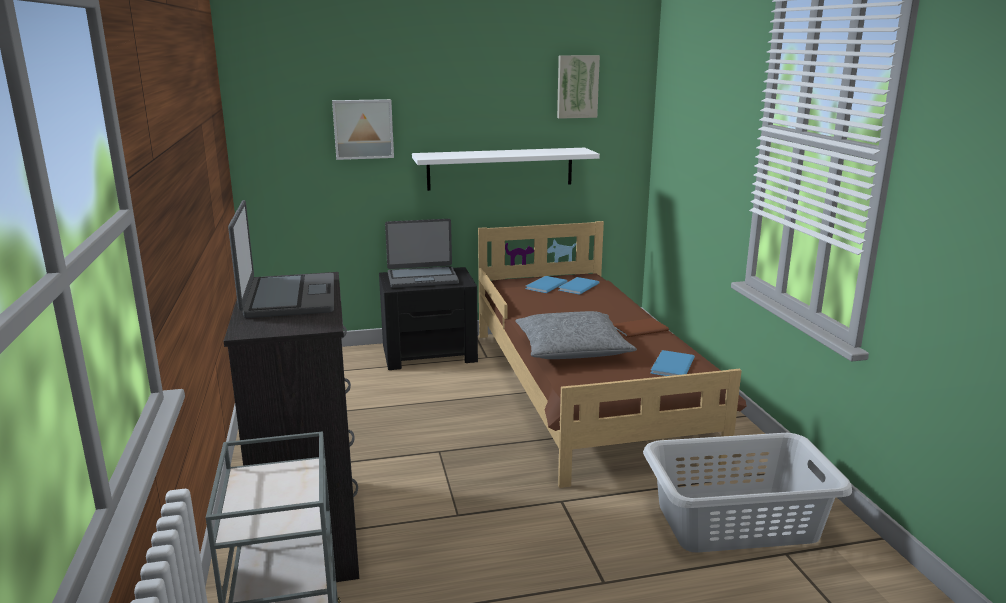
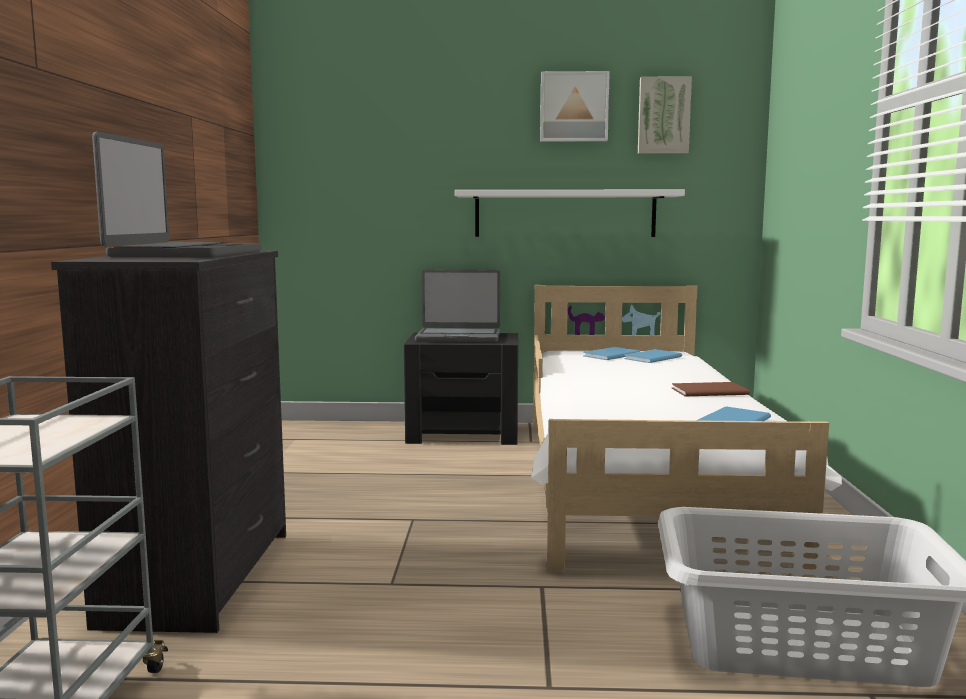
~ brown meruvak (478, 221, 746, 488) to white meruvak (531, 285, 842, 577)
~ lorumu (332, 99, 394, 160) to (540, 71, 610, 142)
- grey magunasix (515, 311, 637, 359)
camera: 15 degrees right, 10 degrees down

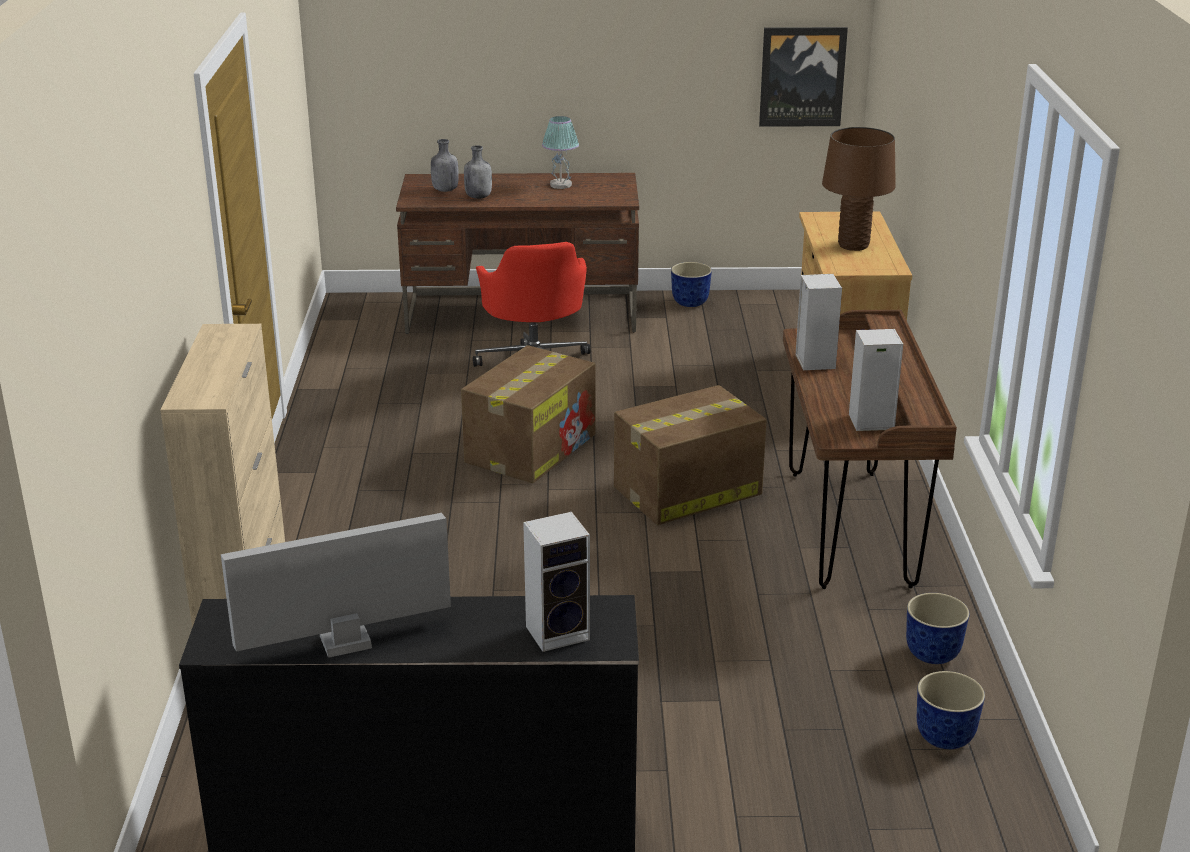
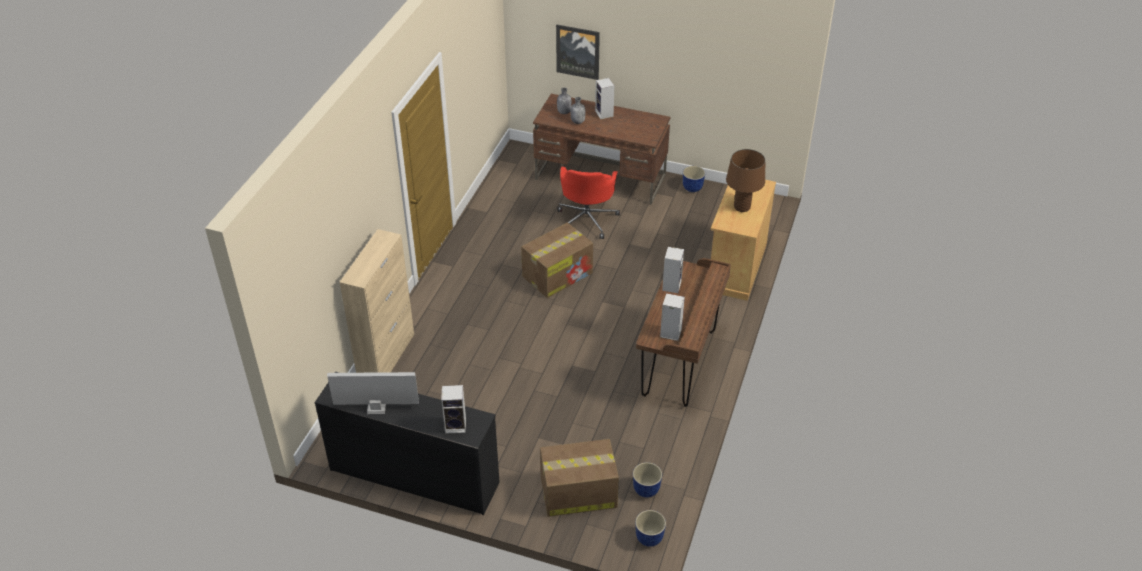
~ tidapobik (614, 385, 767, 525) to (540, 439, 619, 517)
~ lorumu (759, 27, 848, 127) to (556, 25, 600, 80)
+ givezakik (595, 78, 614, 119)
~ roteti (906, 593, 969, 664) to (635, 510, 666, 547)
- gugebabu (542, 116, 579, 189)
camera: 20 degrees right, 15 degrees up

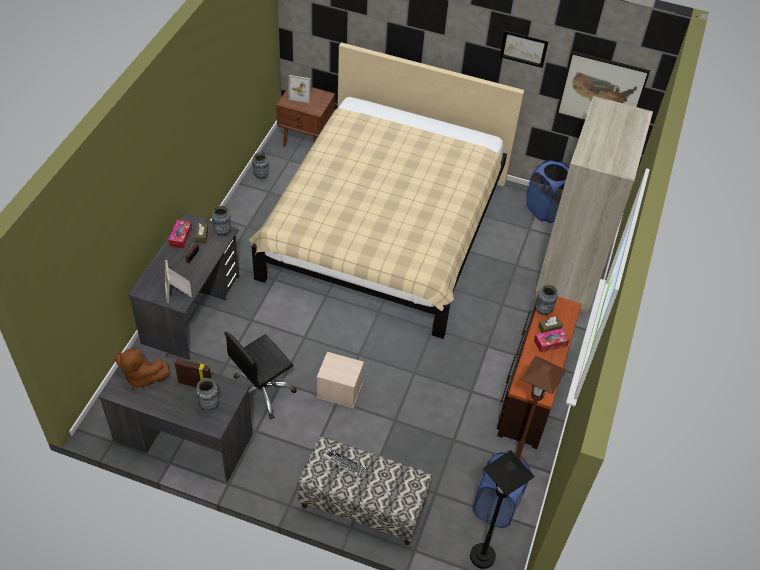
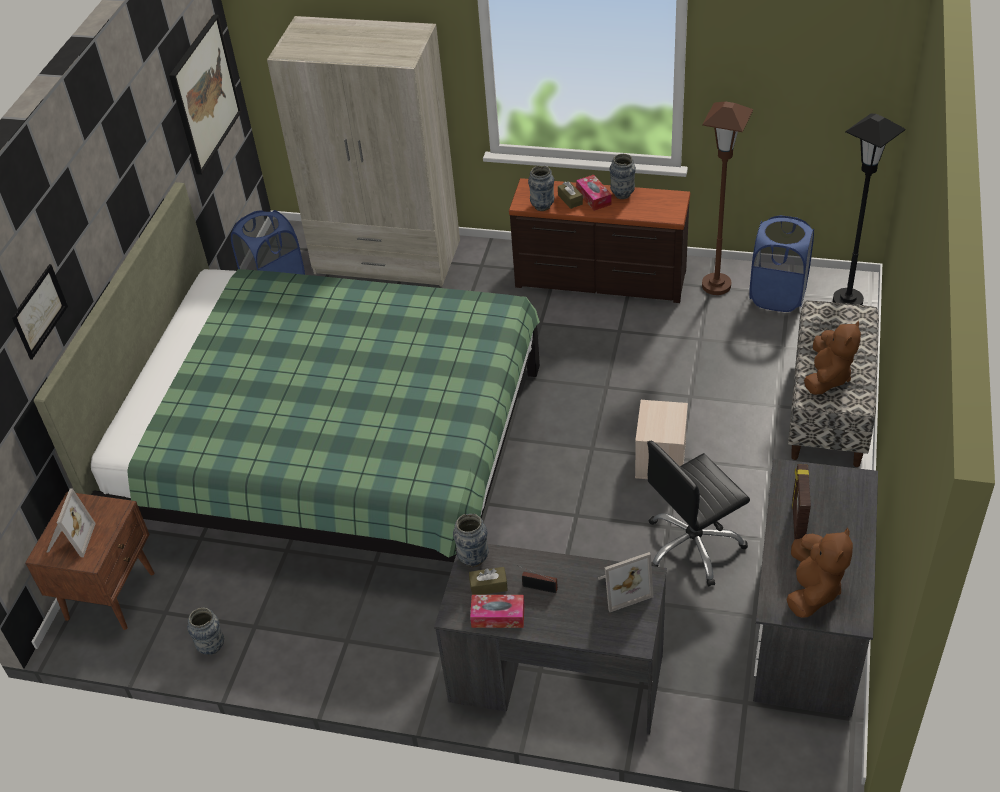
~ lorumu (500, 31, 549, 68) to (12, 264, 68, 360)
~ beige meruvak (249, 42, 524, 339) to green meruvak (34, 182, 540, 562)
~ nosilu (196, 378, 219, 410) to (610, 154, 636, 199)
~ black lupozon (224, 332, 296, 419) = (647, 441, 750, 587) 105 degrees clockwise
~ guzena (322, 448, 366, 477) to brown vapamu (804, 321, 861, 395)
camera: 90 degrees left, 5 degrees down

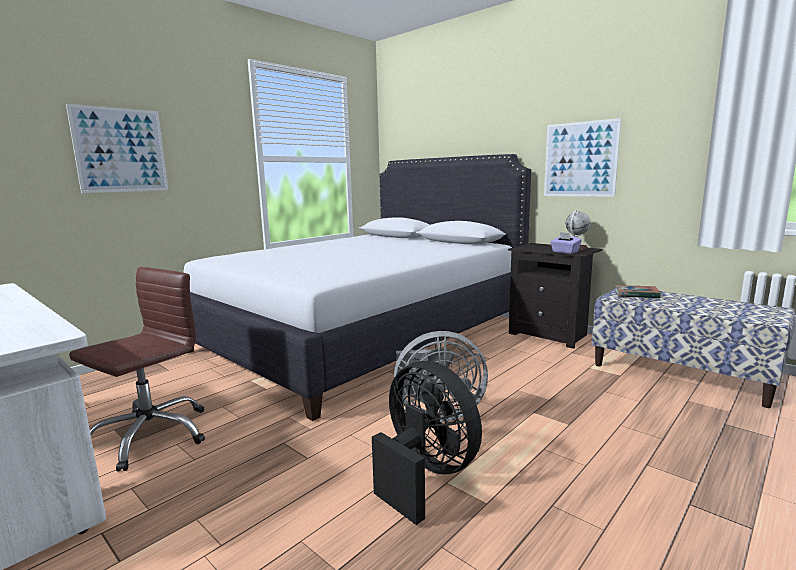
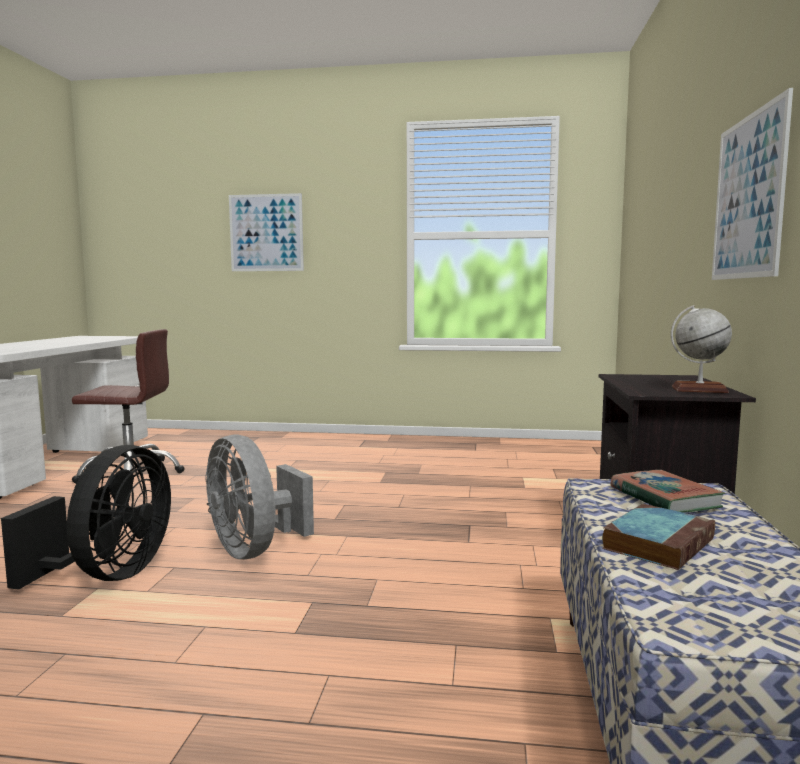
+ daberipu (602, 504, 715, 570)
- white meruvak (183, 154, 531, 421)
- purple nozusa (550, 232, 582, 254)
camera: 55 degrees right, 5 degrees down

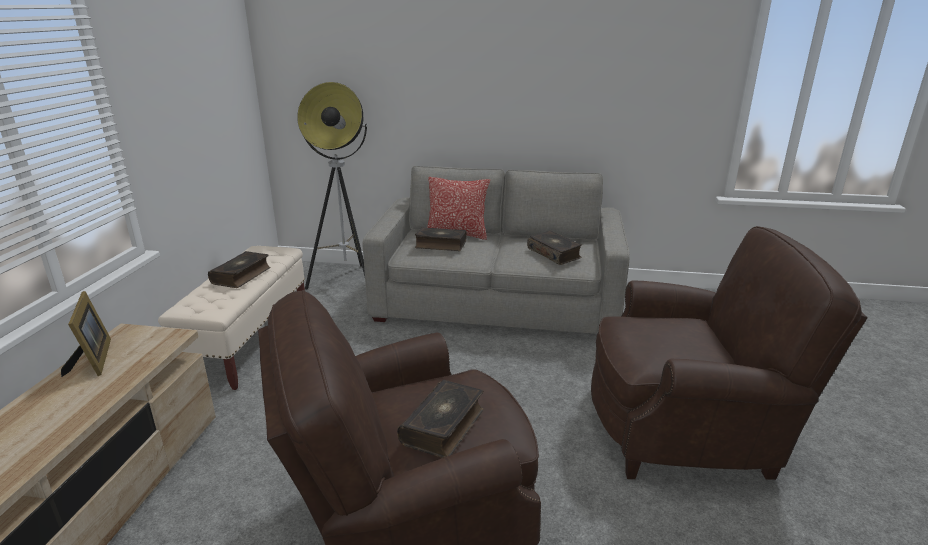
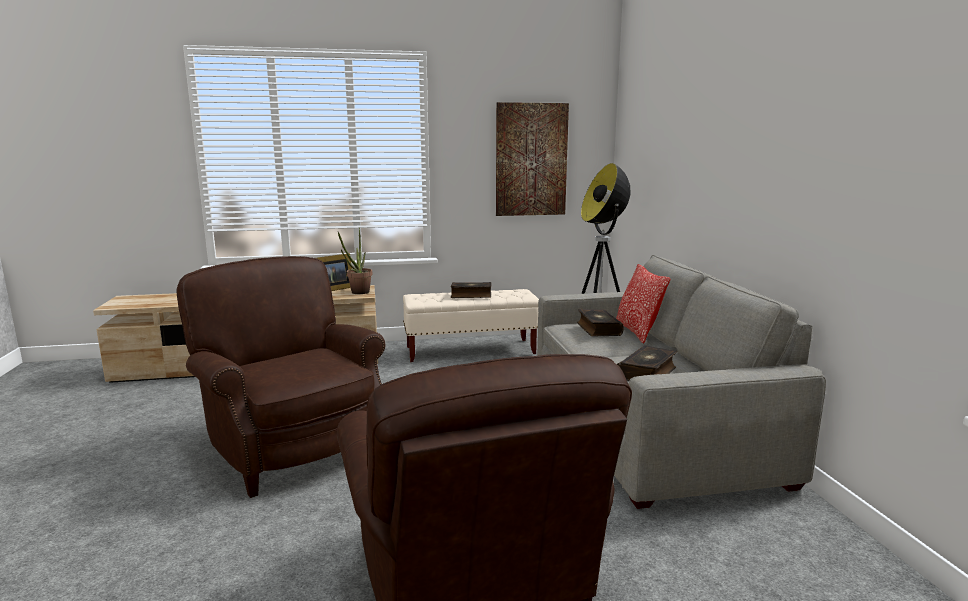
+ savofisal (338, 227, 373, 294)
+ lorumu (496, 102, 569, 216)
- daberipu (397, 380, 484, 458)
camera: 70 degrees right, 10 degrees down

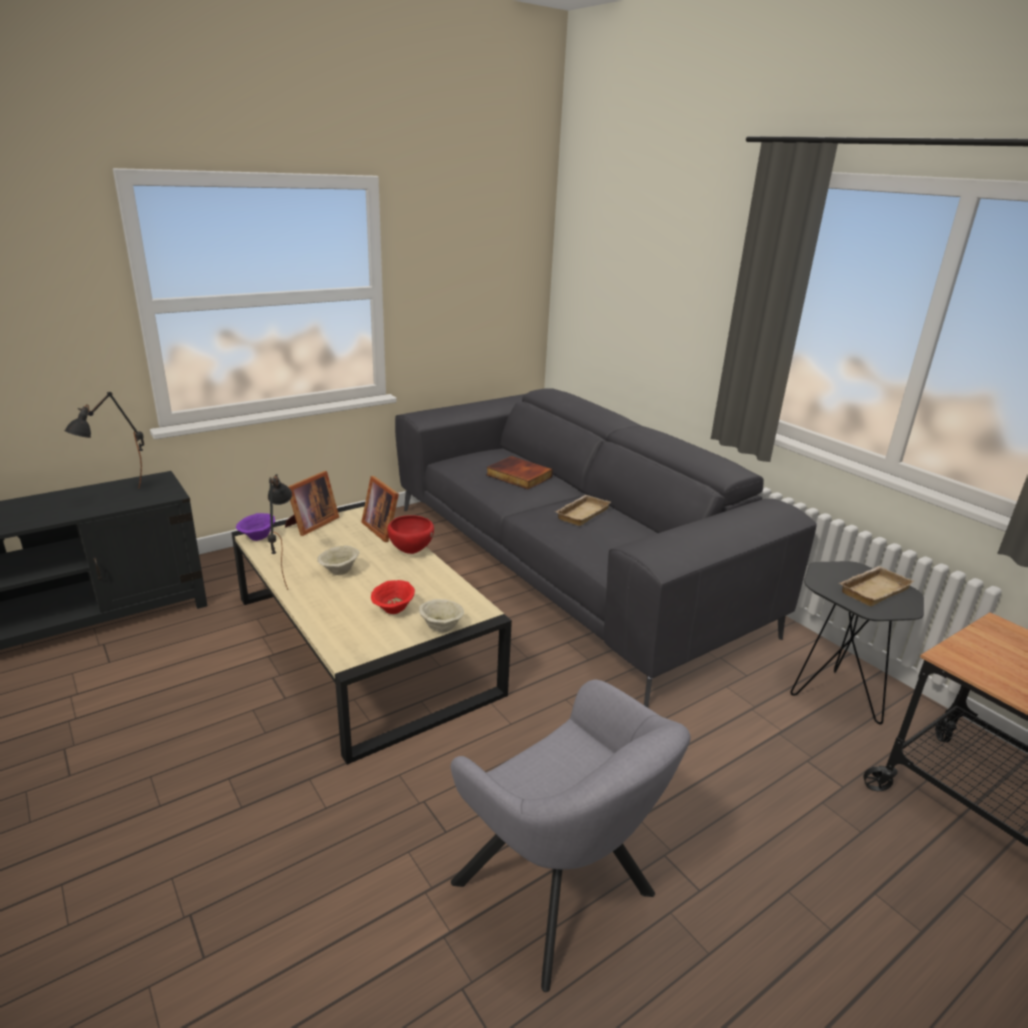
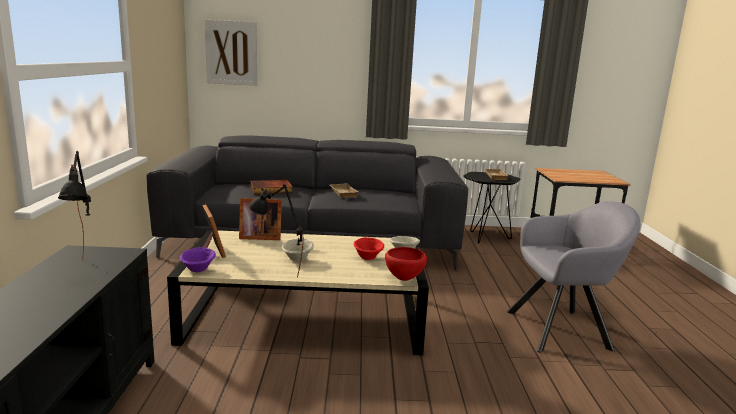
+ lorumu (205, 20, 257, 86)
~ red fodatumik (387, 515, 434, 554) to (385, 247, 427, 281)
camera: 55 degrees left, 10 degrees down

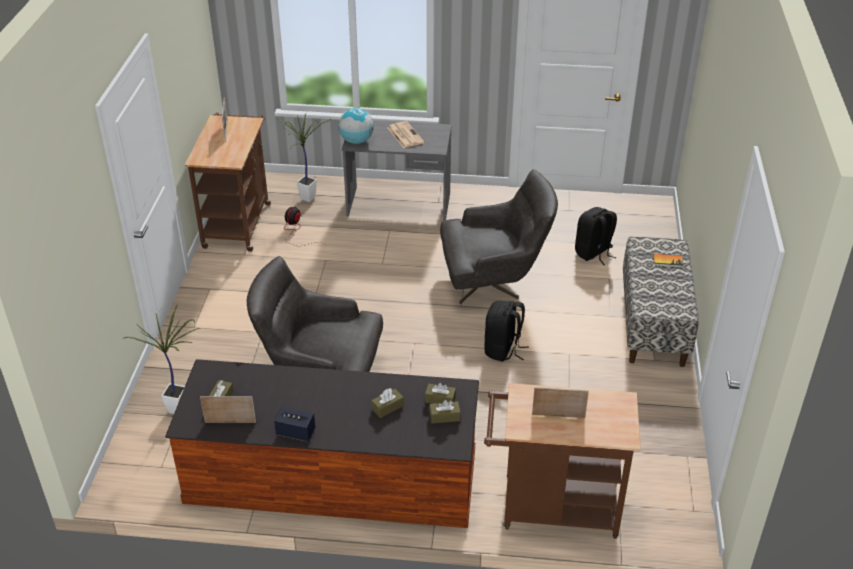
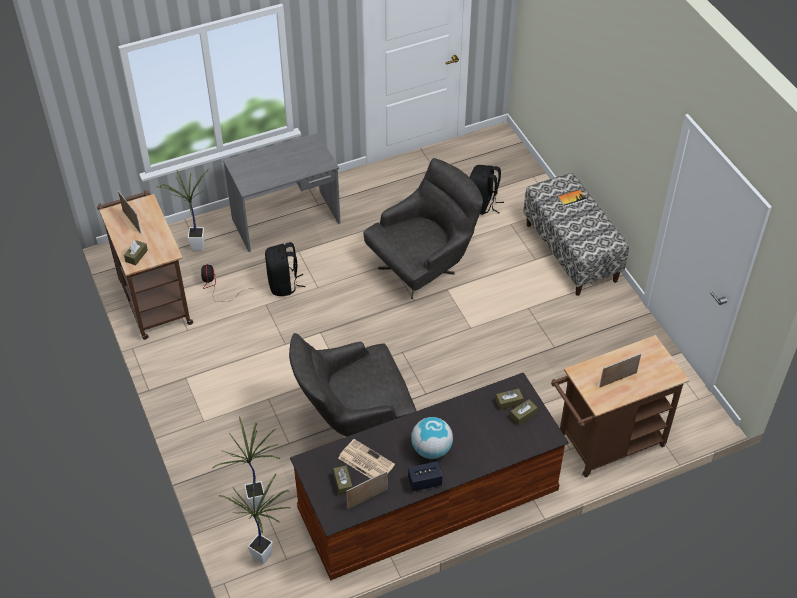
~ brown nozusa (371, 388, 404, 418) to (124, 240, 148, 266)
+ savofisal (219, 474, 290, 565)
~ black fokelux (484, 301, 529, 362) to (265, 242, 305, 296)
~ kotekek (387, 121, 424, 148) to (338, 439, 395, 479)
~ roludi (338, 108, 374, 144) to (411, 417, 453, 459)
camera: 30 degrees left, 10 degrees up

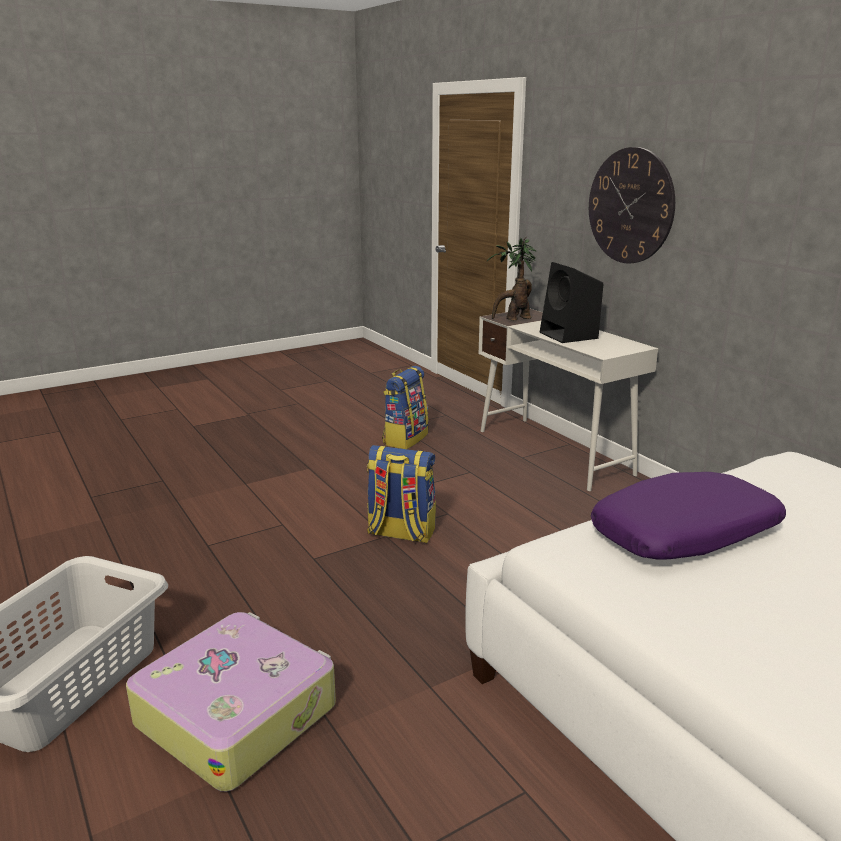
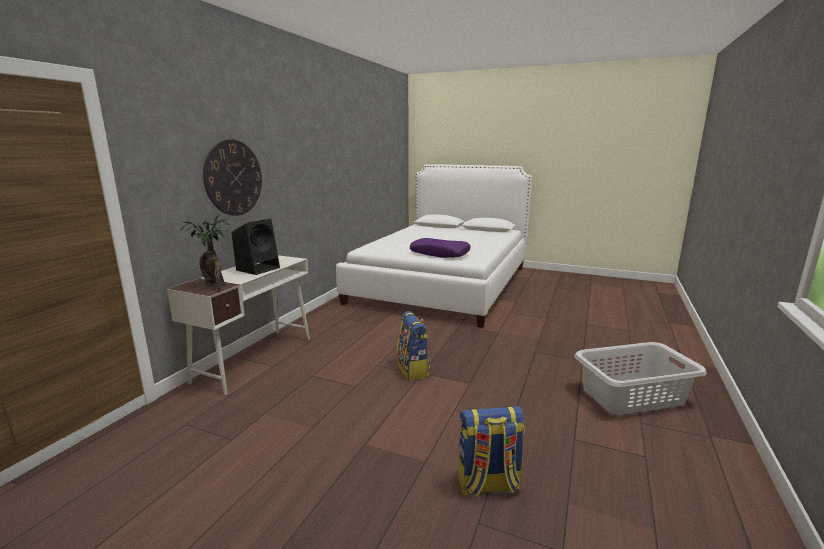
~ fokelux (382, 366, 429, 449) to (458, 406, 525, 497)
- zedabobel (126, 612, 336, 792)
camera: 125 degrees left, 5 degrees down

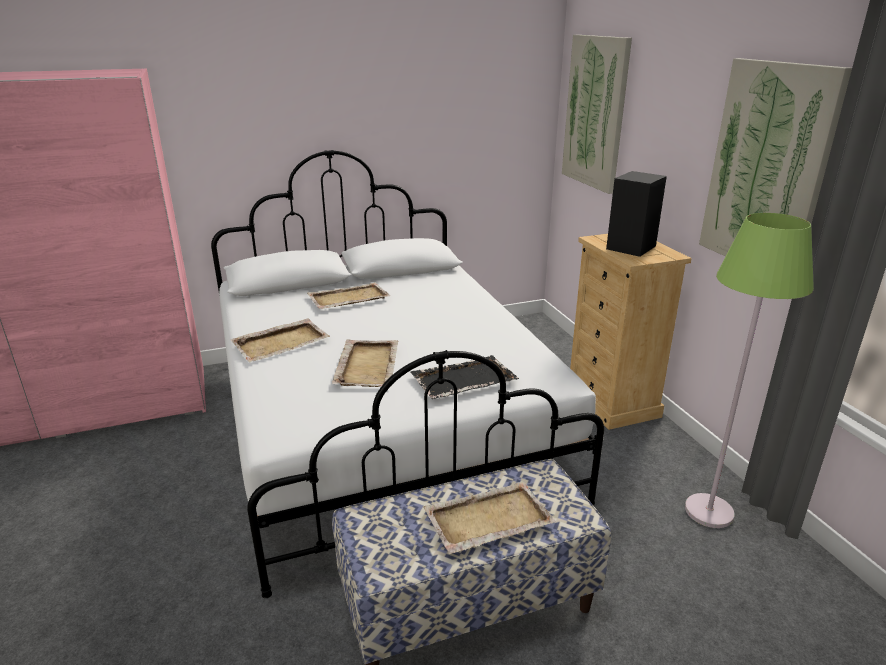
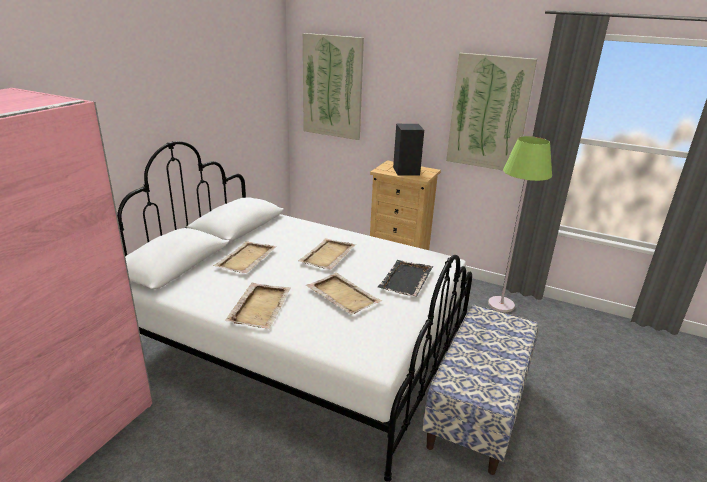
~ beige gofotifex (424, 481, 556, 554) to (298, 238, 356, 269)
camera: 45 degrees left, 0 degrees up

